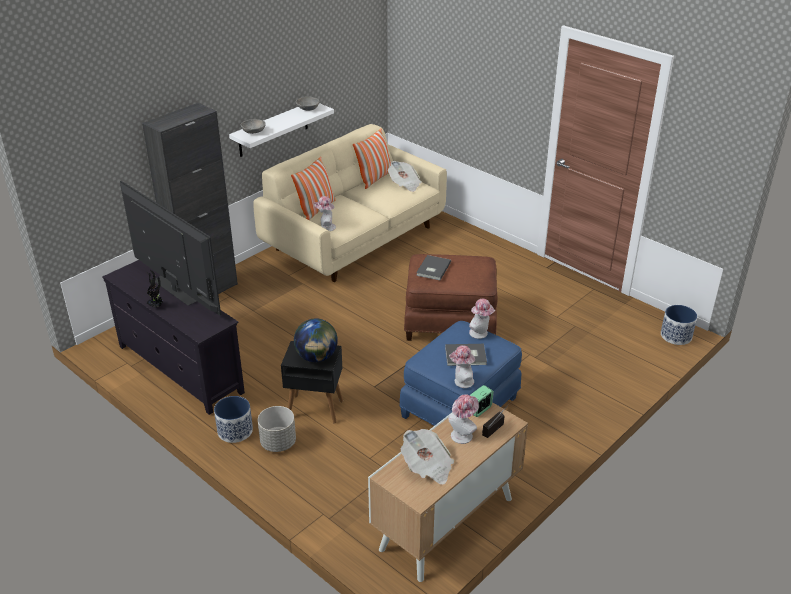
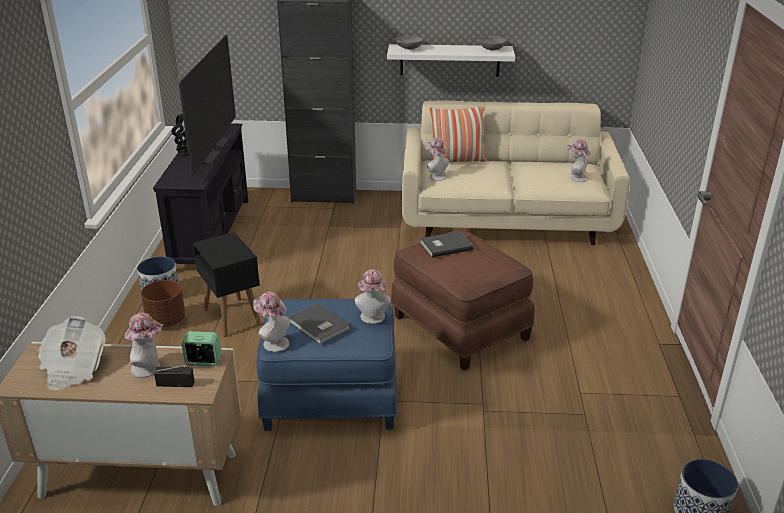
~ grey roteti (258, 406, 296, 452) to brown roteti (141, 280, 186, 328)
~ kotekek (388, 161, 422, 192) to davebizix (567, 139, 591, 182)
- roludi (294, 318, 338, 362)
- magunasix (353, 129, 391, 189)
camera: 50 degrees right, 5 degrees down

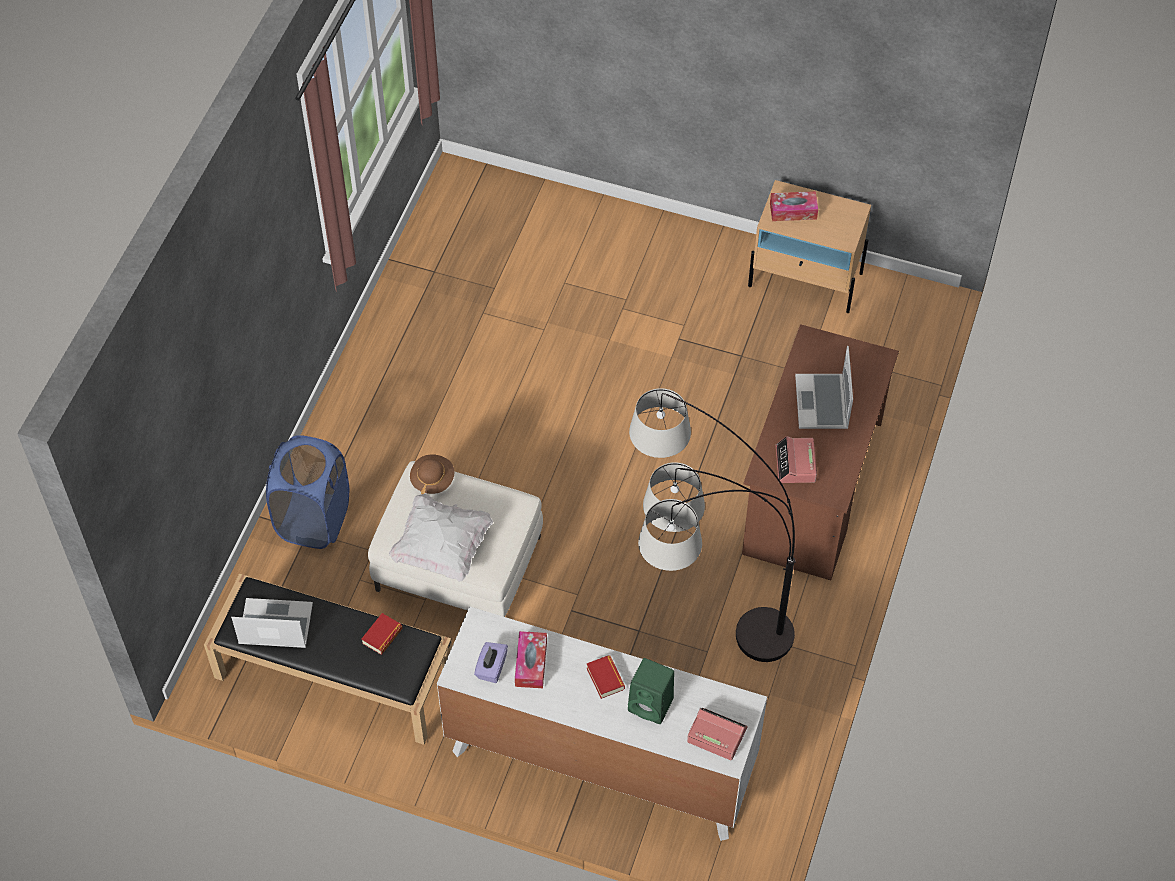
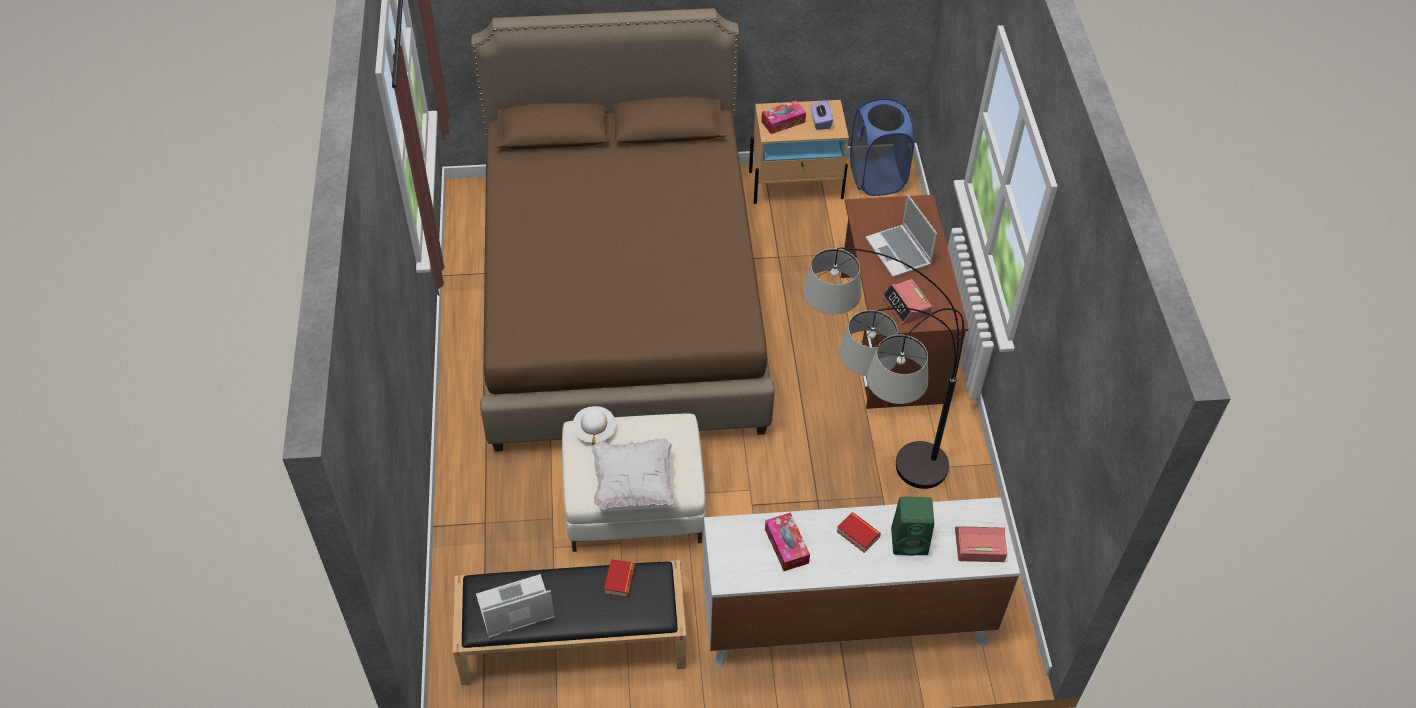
+ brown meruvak (471, 8, 775, 451)
~ brown davebizix (410, 454, 454, 494) to white davebizix (573, 406, 615, 446)
~ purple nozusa (474, 642, 508, 683) to (810, 100, 833, 130)
~ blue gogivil (266, 435, 349, 549) to (850, 98, 914, 196)
camera: 25 degrees left, 5 degrees down

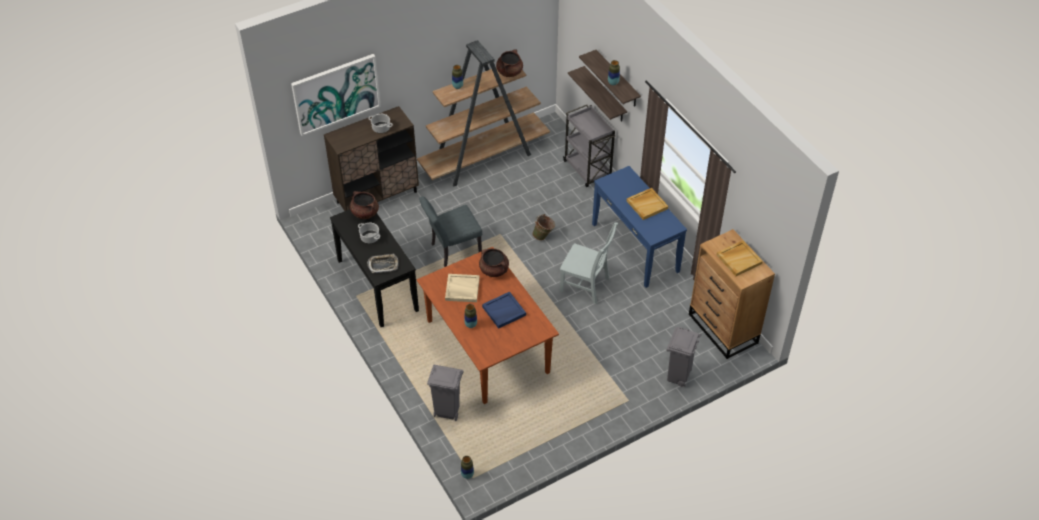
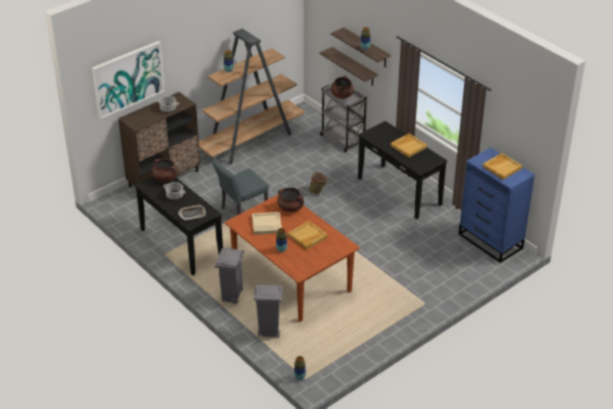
~ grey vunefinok (667, 327, 701, 387) to (215, 247, 244, 304)
~ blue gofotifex (482, 292, 526, 329) to beige gofotifex (288, 221, 328, 250)
~ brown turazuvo (496, 49, 523, 77) to (331, 76, 354, 99)
~ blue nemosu (592, 166, 687, 288) to black nemosu (358, 121, 447, 219)
~ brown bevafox (689, 229, 775, 359) to blue bevafox (459, 147, 535, 263)
- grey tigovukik (560, 222, 618, 304)
camera: 10 degrees left, 10 degrees down

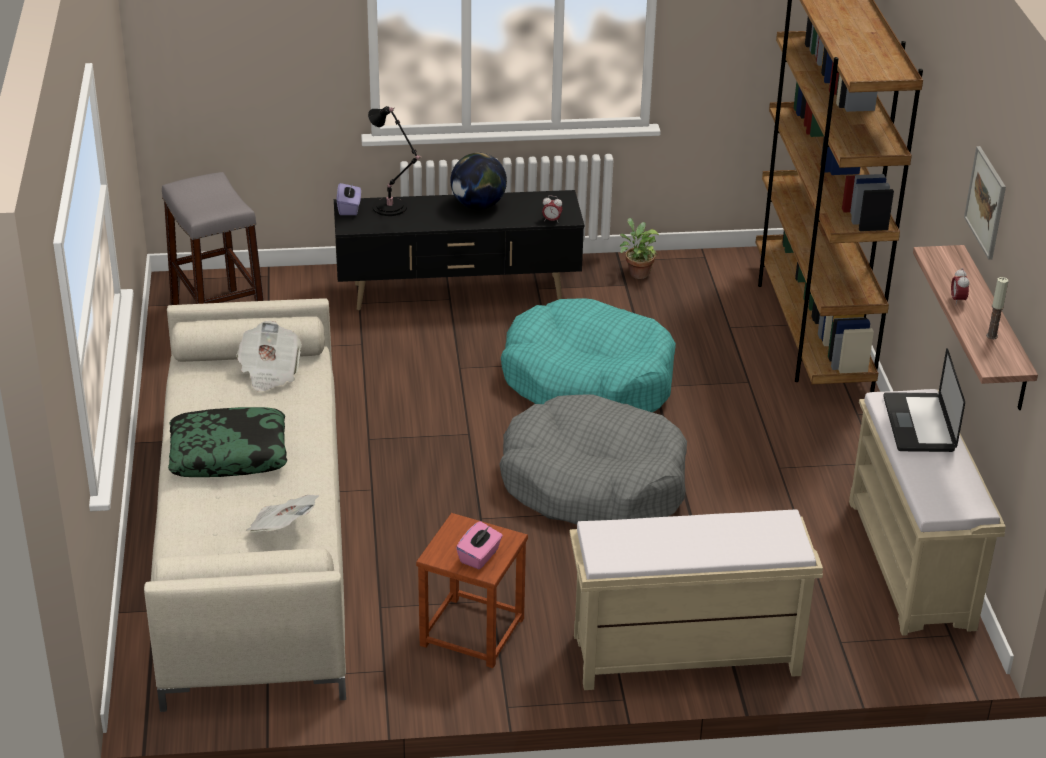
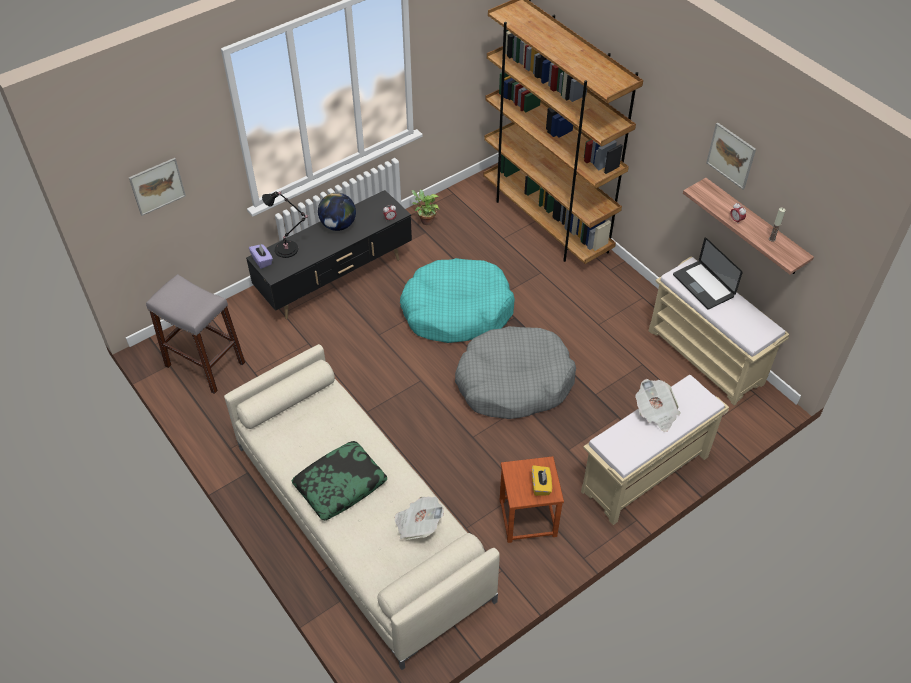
+ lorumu (129, 158, 186, 216)
~ pink nozusa (456, 521, 503, 569) to yellow nozusa (532, 465, 552, 496)
~ kotekek (236, 321, 302, 392) to (635, 379, 680, 432)
camera: 30 degrees left, 15 degrees up

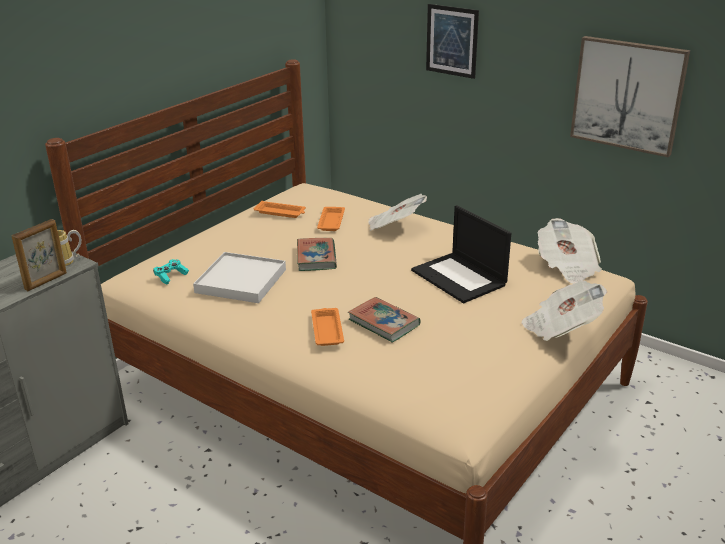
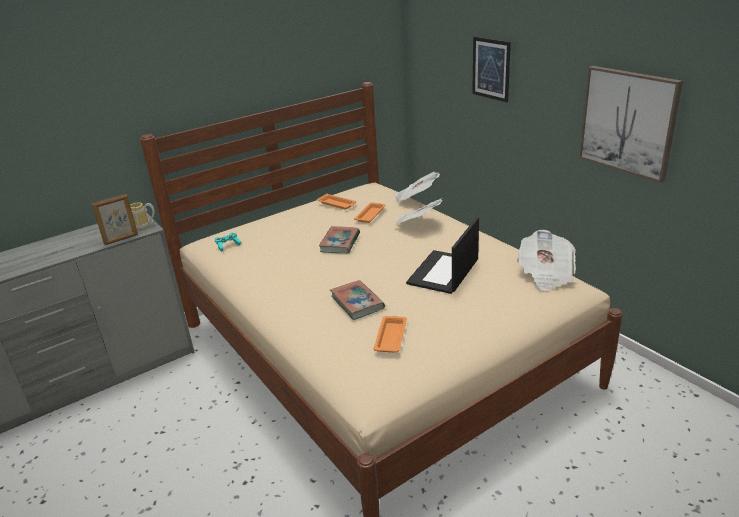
~ orange gofotifex (311, 308, 344, 346) to (374, 316, 407, 353)
~ kotekek (521, 281, 607, 341) to (394, 172, 440, 203)
~ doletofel (411, 205, 511, 303) = (406, 217, 479, 294) 45 degrees clockwise
- white gofotifex (193, 252, 286, 303)
camera: 20 degrees right, 0 degrees up

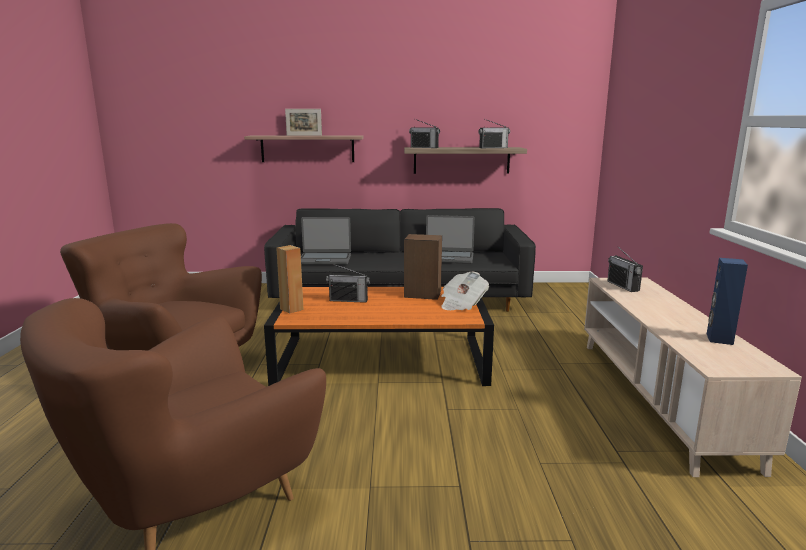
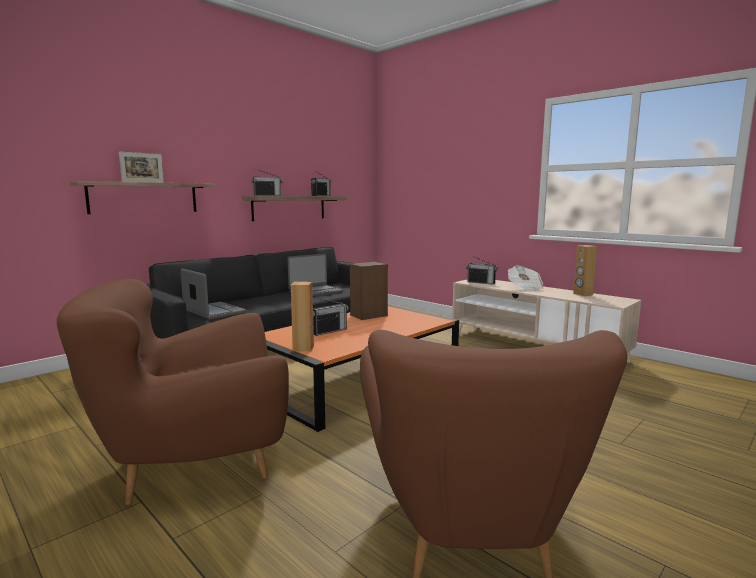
~ doletofel (301, 217, 351, 265) = (180, 269, 247, 320) 90 degrees counterclockwise
~ kotekek (441, 272, 489, 310) to (508, 265, 544, 292)
~ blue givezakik (707, 258, 748, 345) to brown givezakik (573, 245, 597, 296)
camera: 45 degrees left, 5 degrees down

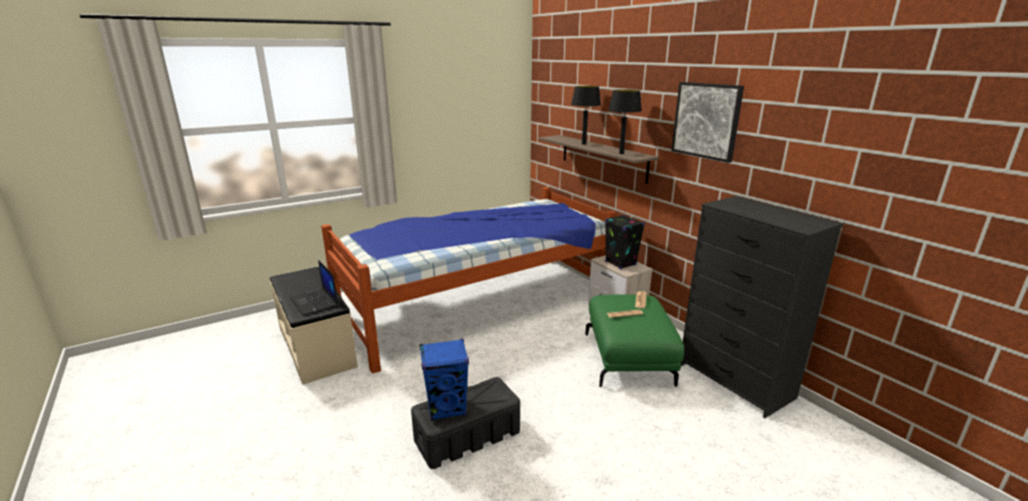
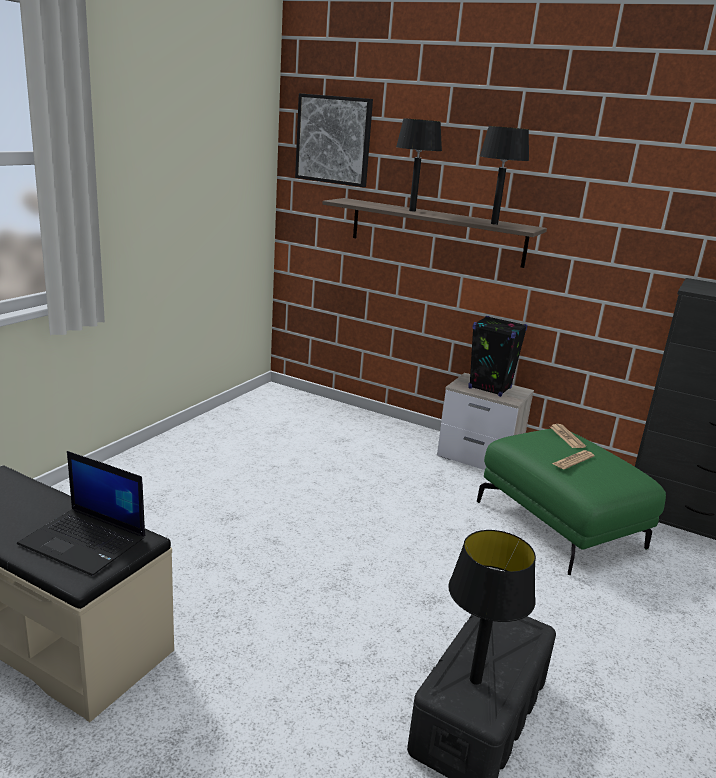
~ lorumu (671, 82, 744, 163) to (295, 93, 373, 187)
~ blue givezakik (419, 339, 469, 421) to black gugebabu (448, 530, 536, 685)
- meruvak (321, 187, 617, 374)
camera: 30 degrees left, 0 degrees up

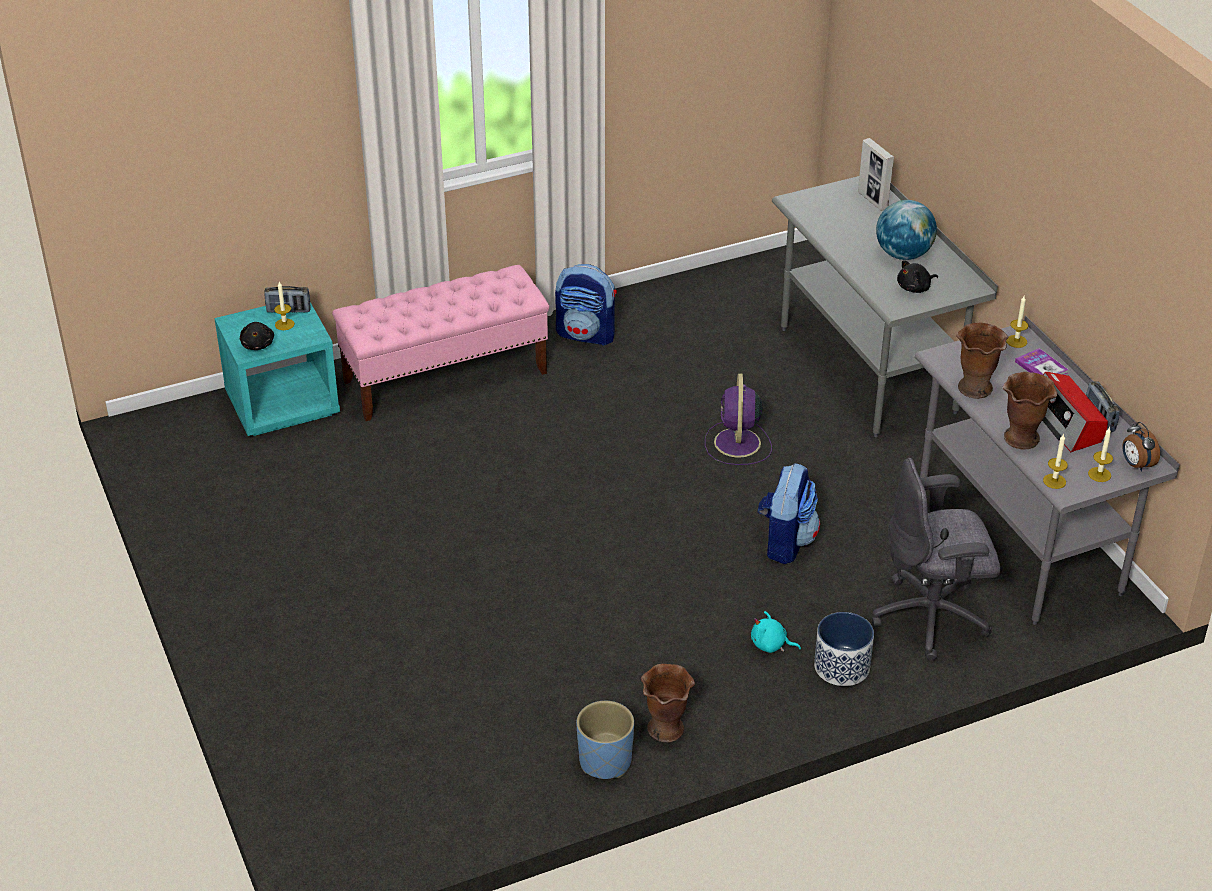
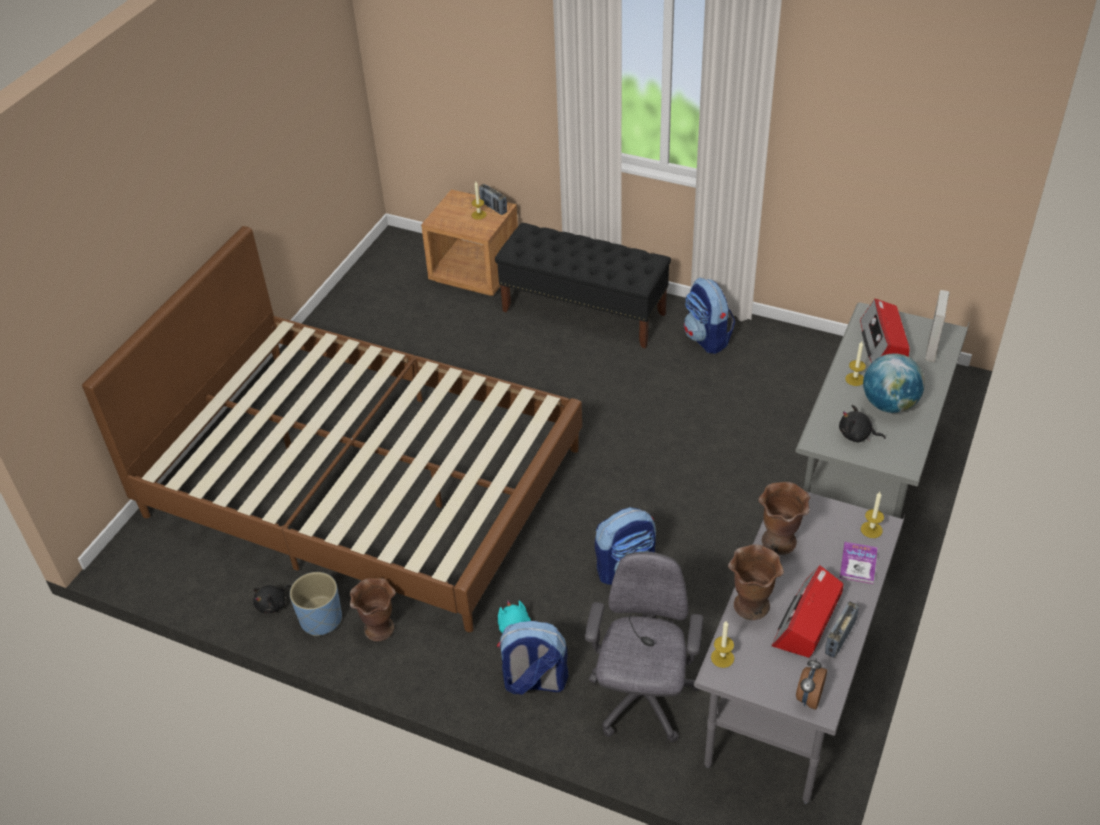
+ brown meruvak (82, 226, 582, 632)
~ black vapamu (240, 322, 274, 350) to (253, 584, 291, 613)
~ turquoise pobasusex (214, 302, 340, 436) to brown pobasusex (421, 189, 518, 296)
~ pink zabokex (332, 265, 549, 421) to black zabokex (495, 223, 671, 349)
~ roteti (814, 612, 874, 686) to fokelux (497, 621, 568, 695)
~ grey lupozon (872, 458, 1000, 661) = (585, 552, 704, 742) 60 degrees clockwise
~ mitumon (1088, 427, 1113, 482) to (845, 341, 866, 386)
+ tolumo (860, 299, 910, 363)
- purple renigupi (705, 373, 772, 465)
camera: 50 degrees right, 5 degrees up

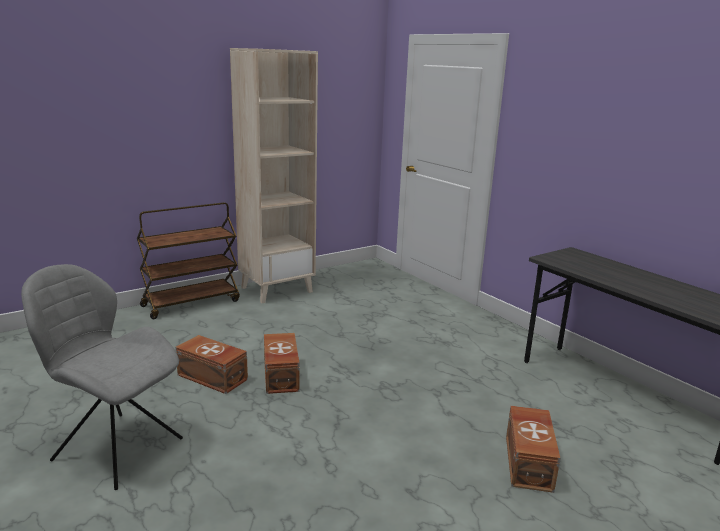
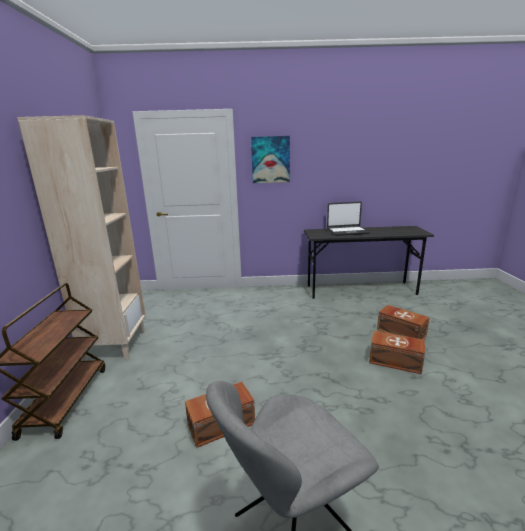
+ lorumu (251, 136, 290, 183)
+ doletofel (327, 202, 370, 236)
~ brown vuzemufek (264, 333, 300, 394) to (369, 331, 425, 374)
camera: 55 degrees left, 0 degrees up

